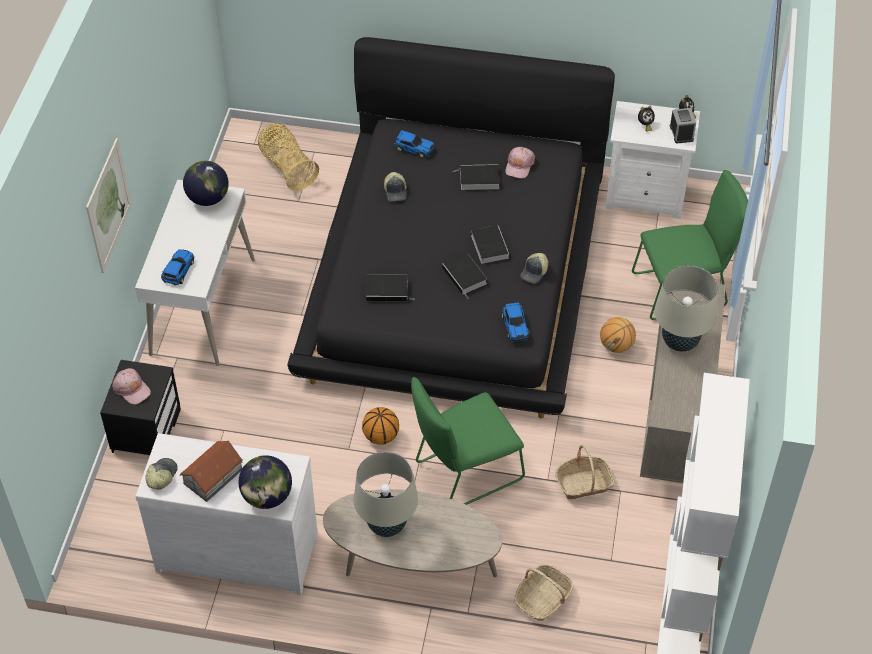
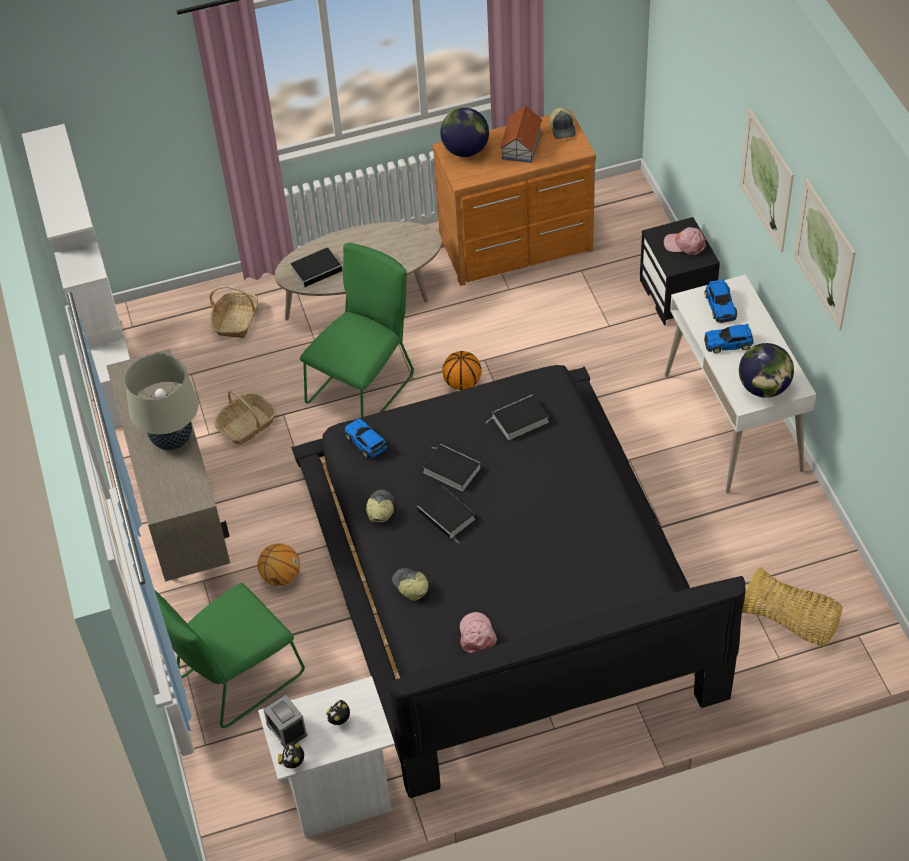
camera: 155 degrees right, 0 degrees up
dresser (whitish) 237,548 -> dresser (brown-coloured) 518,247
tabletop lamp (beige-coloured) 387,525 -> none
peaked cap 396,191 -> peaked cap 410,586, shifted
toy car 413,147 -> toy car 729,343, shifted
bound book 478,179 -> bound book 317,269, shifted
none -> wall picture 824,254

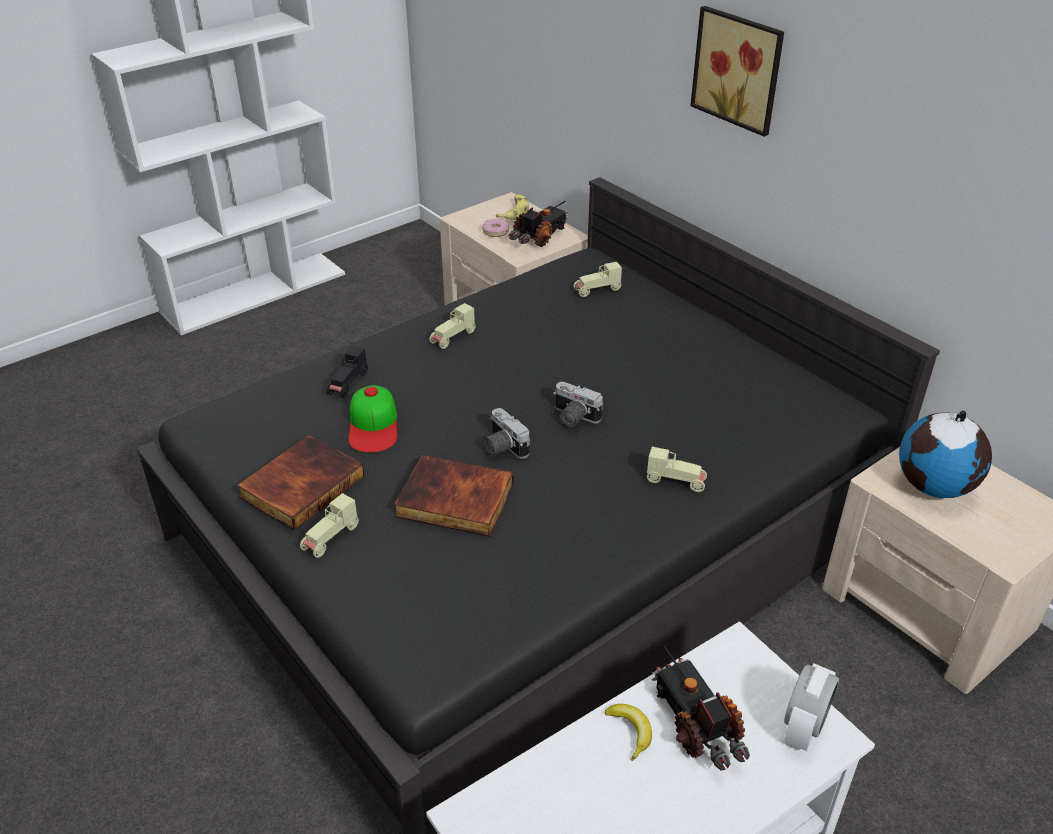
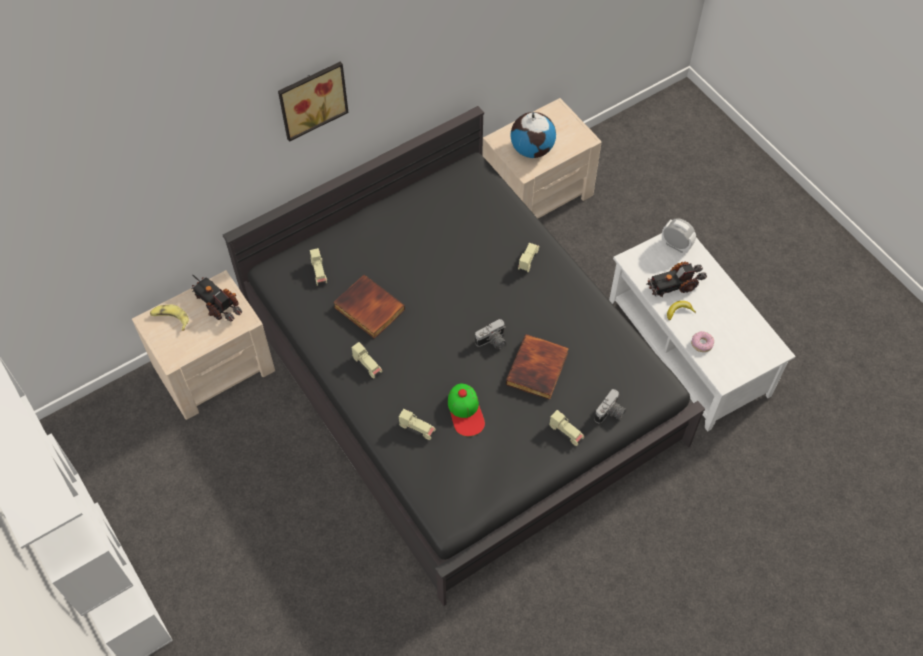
camera: 85 degrees left, 20 degrees up
bound book 301,485 -> bound book 368,309, shifted
toy car (black-coloured) 349,384 -> toy car (beige-coloured) 417,428
peaked cap 373,425 -> peaked cap 465,411, 75 degrees clockwise
doughnut 495,232 -> doughnut 702,344, shifted
photo camera 573,418 -> photo camera 610,414, shifted

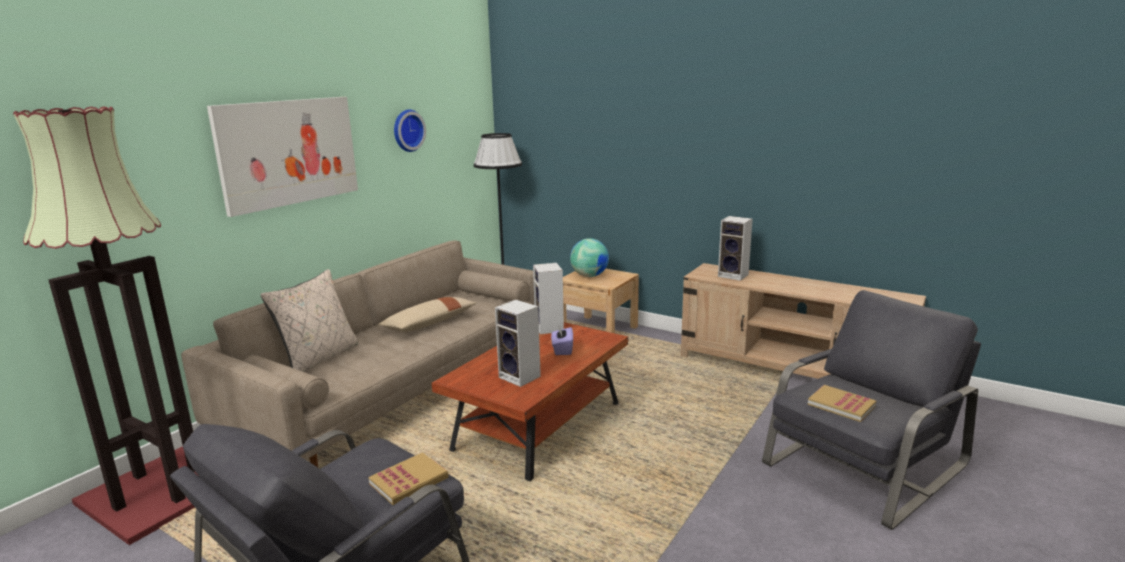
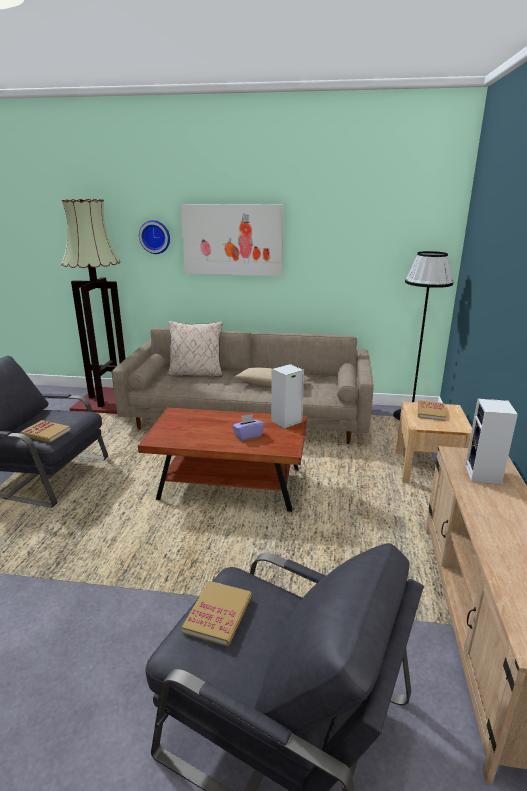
camera: 65 degrees right, 5 degrees up
clock on the wall 407,130 -> clock on the wall 155,237, shifted
loudspeaker 521,377 -> none
world globe 589,276 -> bound book 431,412

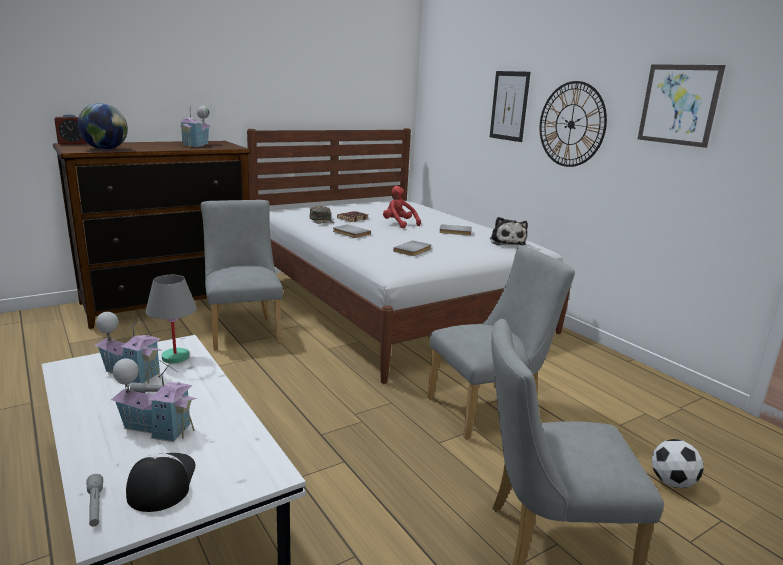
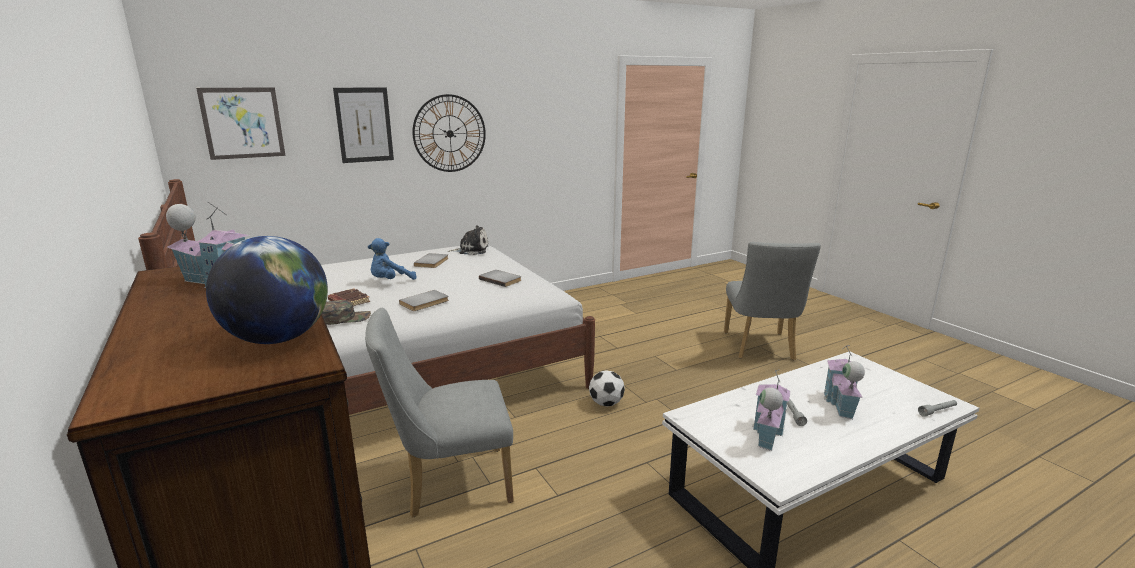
camera: 85 degrees left, 0 degrees up
table clock 72,143 -> none
peaked cap 161,482 -> none
tabletop lamp (gray) 175,357 -> none
soft toy (red-coloured) 399,224 -> soft toy (blue) 390,281
chair (gray) 489,409 -> none
wall picture 678,104 -> wall picture 242,123, shifted
football 672,482 -> football 606,403, shifted

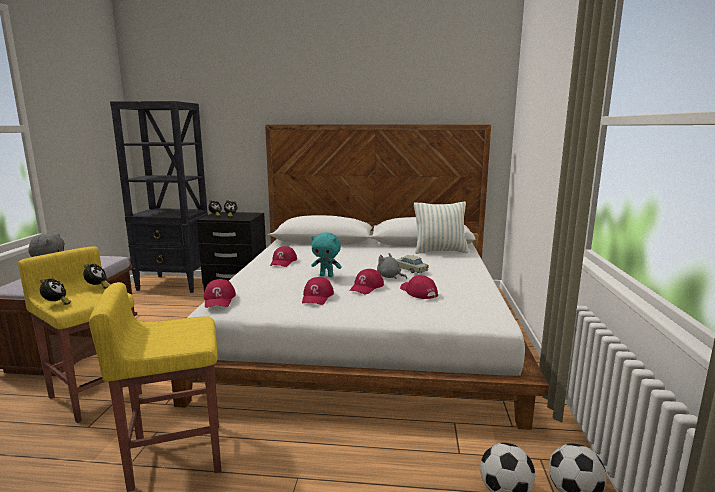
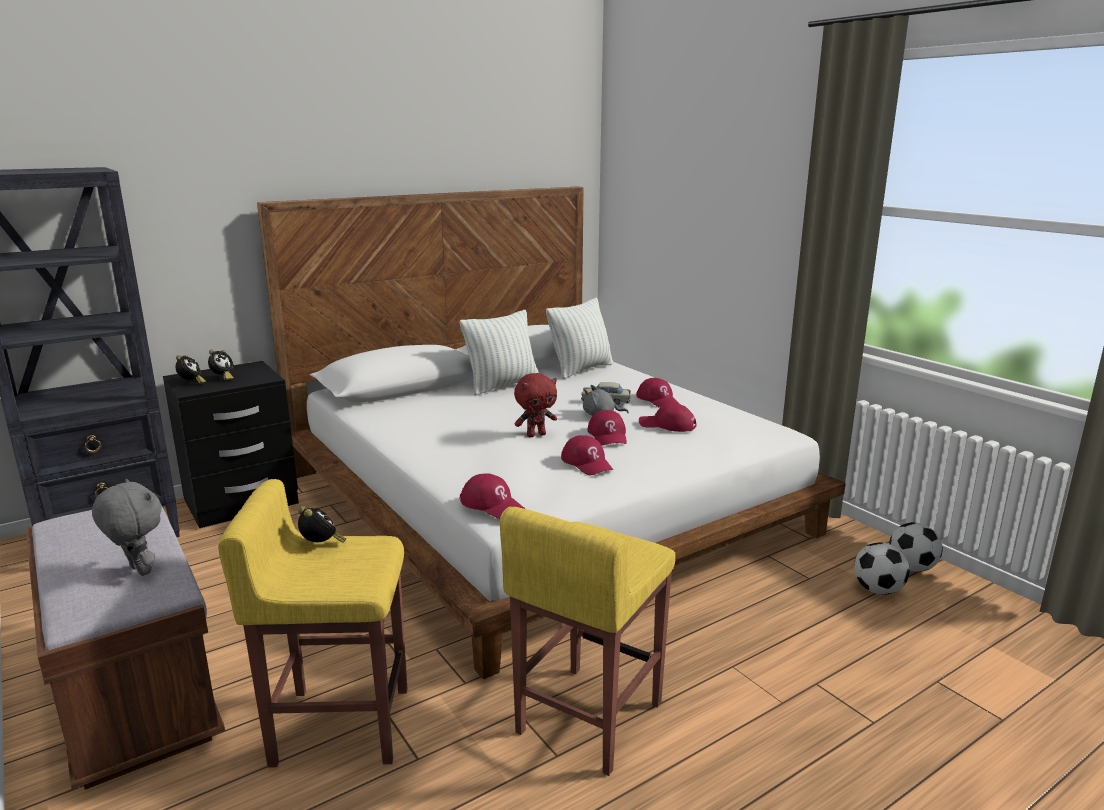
camera: 40 degrees left, 5 degrees up
table clock 56,304 -> none
peaked cap (red-coloured) 283,262 -> peaked cap (red-coloured) 658,400, shifted
soft toy (blue-green) 327,276 -> soft toy (red-coloured) 536,435
none -> throw pillow 502,386

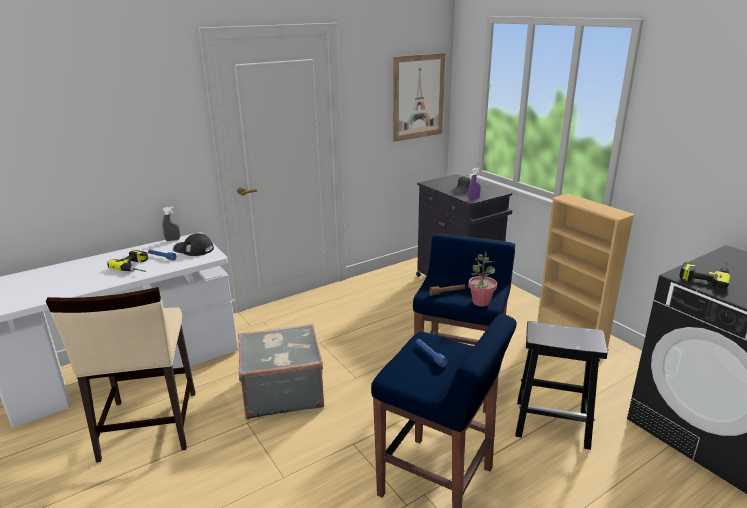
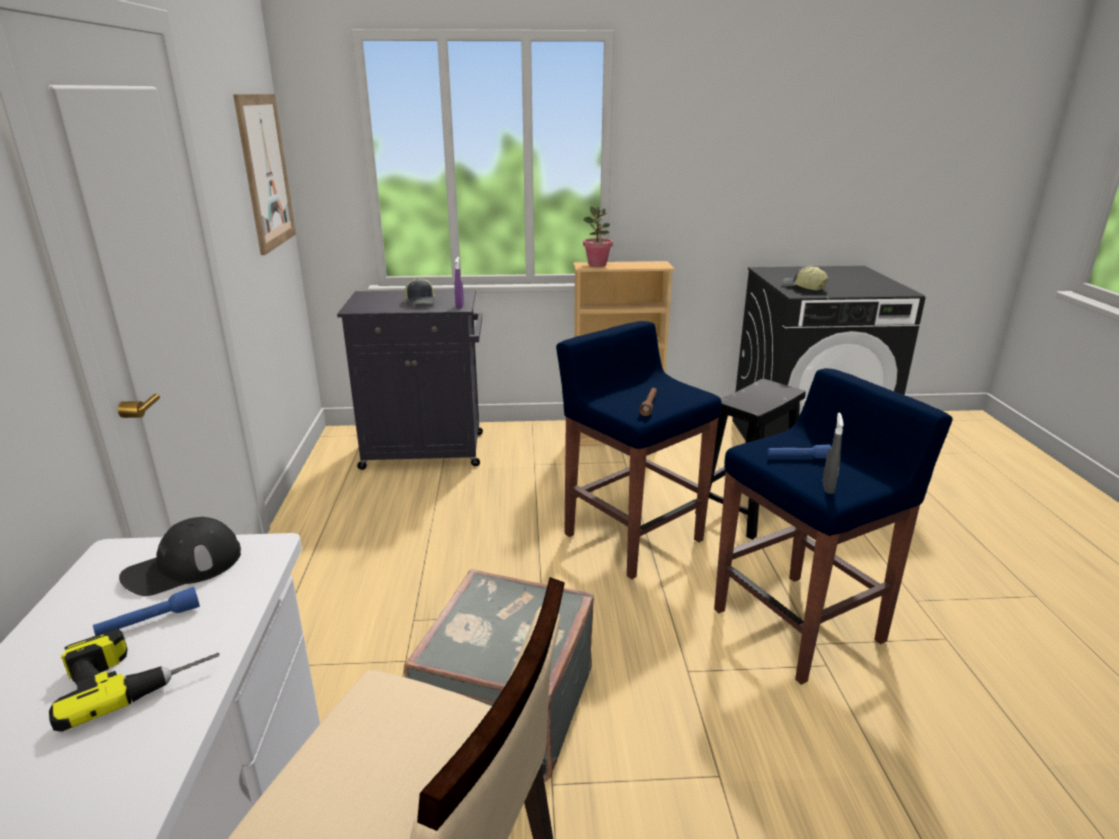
camera: 60 degrees left, 0 degrees up
spray bottle (gray) 173,240 -> spray bottle (gray) 828,487, shifted
potted plant 481,302 -> potted plant 597,265, shifted
drill 705,275 -> peaked cap 803,287

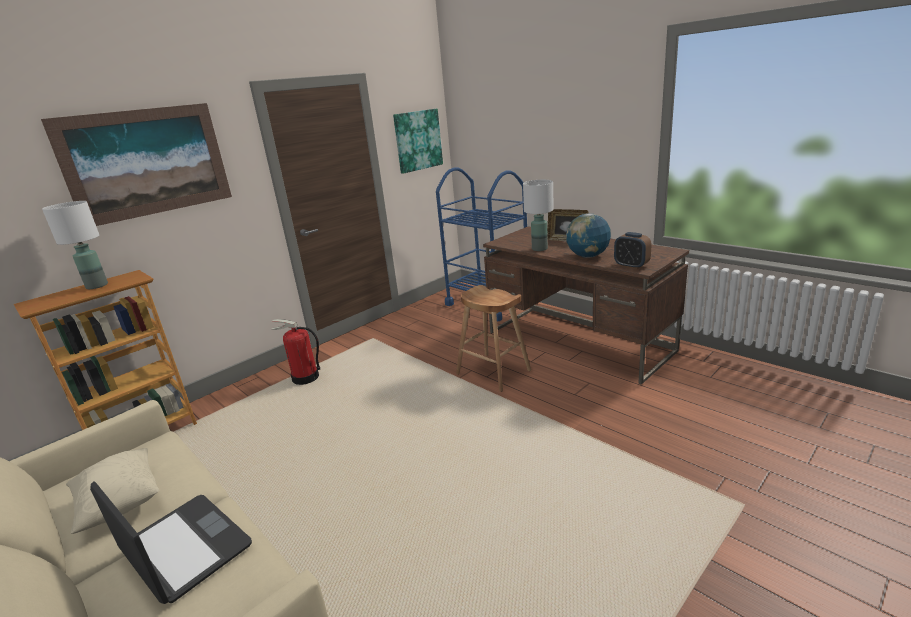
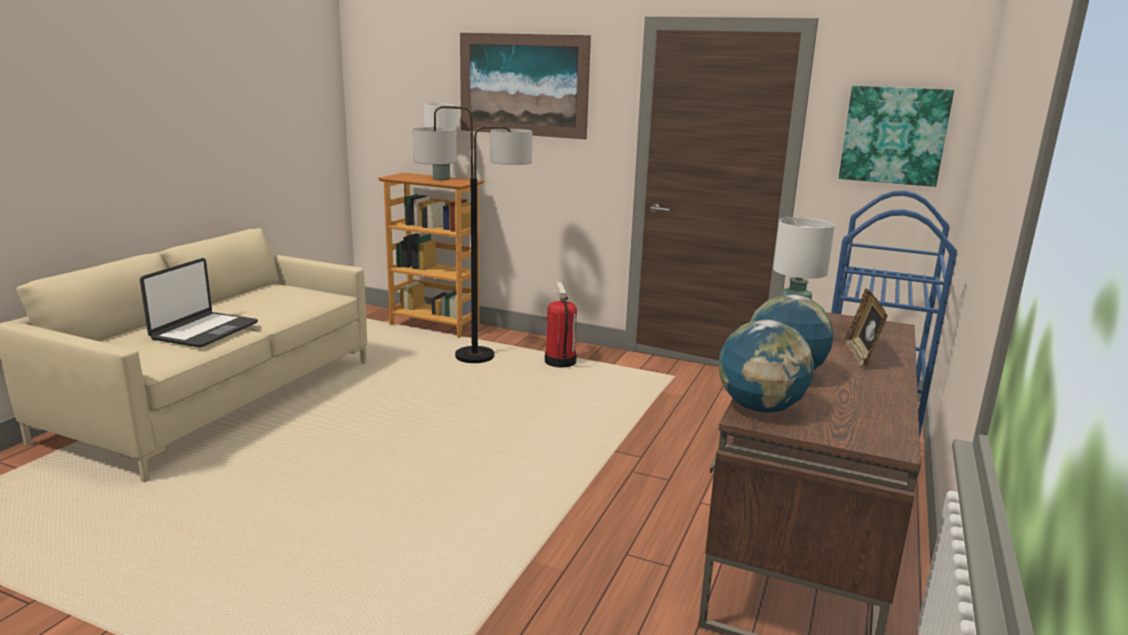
camera: 65 degrees right, 5 degrees down
throw pillow (beige-coloured) 120,503 -> none
stool seat (brown-coloured) 493,372 -> none
table clock 631,266 -> world globe 760,408
none -> floor lamp 475,357

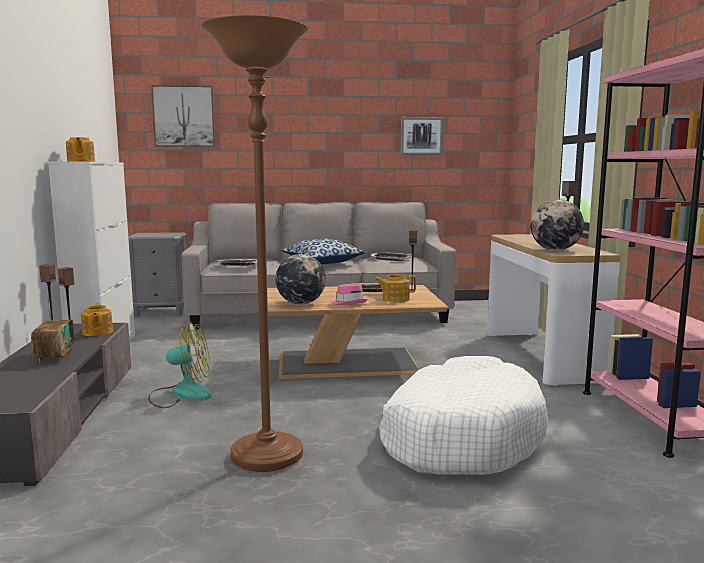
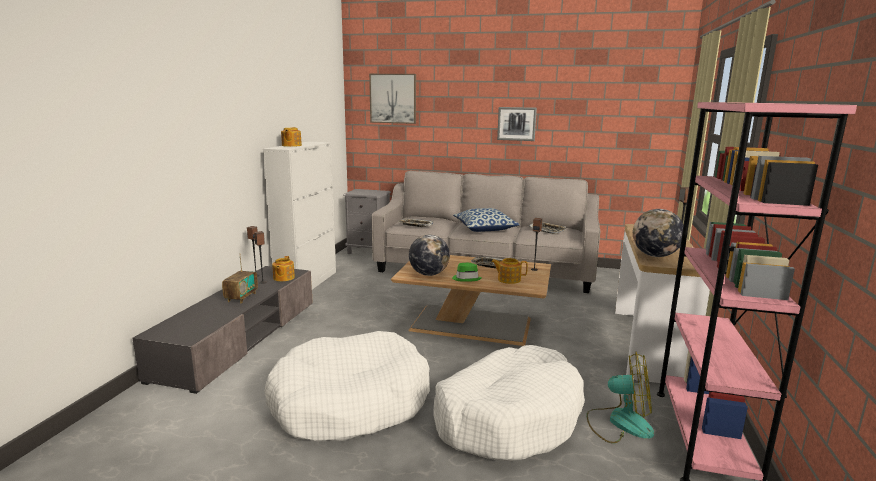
camera: 20 degrees right, 5 degrees up
electric fan 181,394 -> electric fan 619,423, shifted
floor lamp (brown-coloured) 267,456 -> dog cushion (whitish) 350,402
hat (pink) 348,303 -> hat (green) 466,279
wall picture 421,136 -> wall picture 516,123, shifted

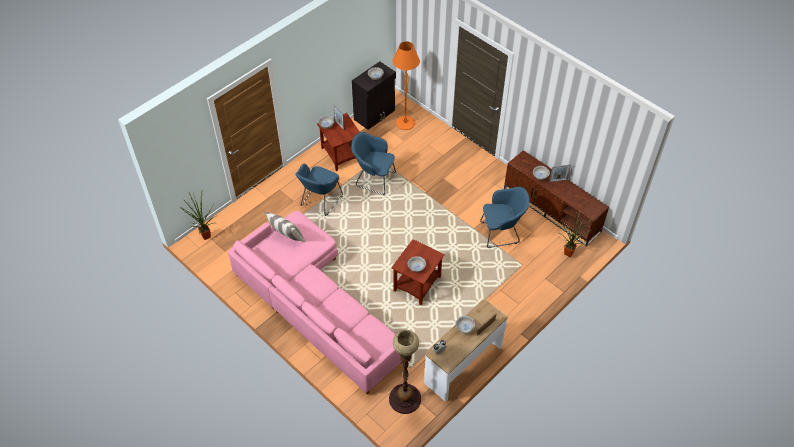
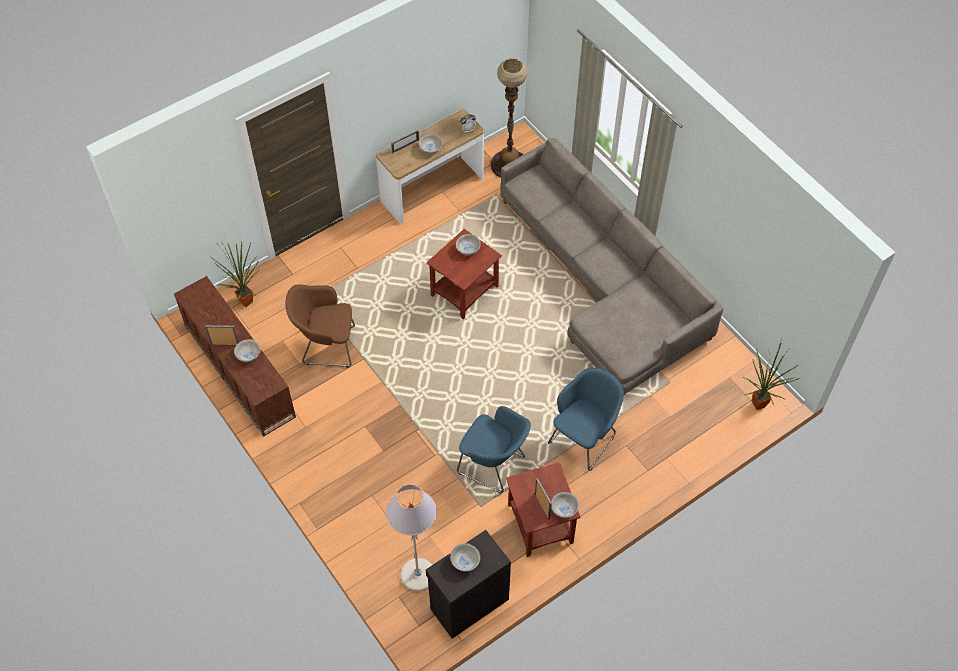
camera: 170 degrees left, 5 degrees up
settee (pink) 315,304 -> settee (gray) 604,284
throw pillow 287,237 -> none
floor lamp (orangey) 405,123 -> floor lamp (gray) 417,575
armchair (blue) 501,233 -> armchair (brown-coloured) 326,346

